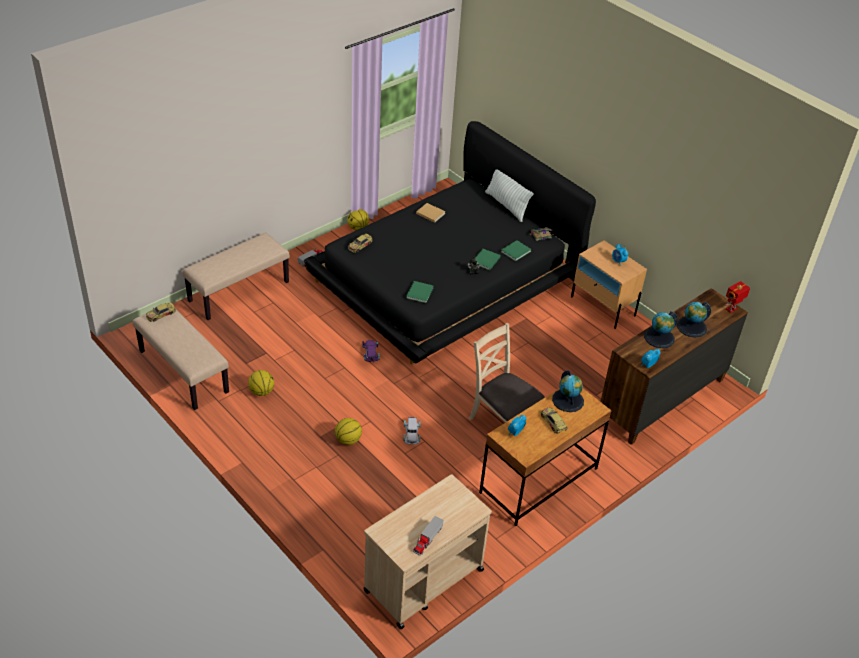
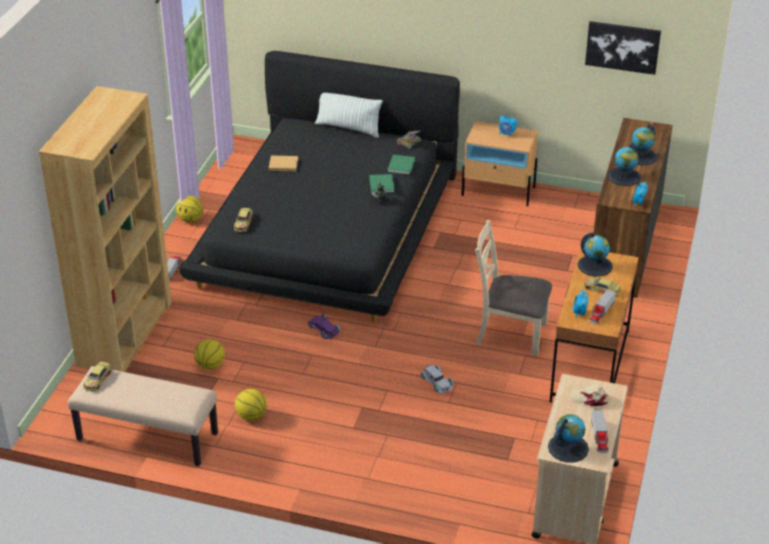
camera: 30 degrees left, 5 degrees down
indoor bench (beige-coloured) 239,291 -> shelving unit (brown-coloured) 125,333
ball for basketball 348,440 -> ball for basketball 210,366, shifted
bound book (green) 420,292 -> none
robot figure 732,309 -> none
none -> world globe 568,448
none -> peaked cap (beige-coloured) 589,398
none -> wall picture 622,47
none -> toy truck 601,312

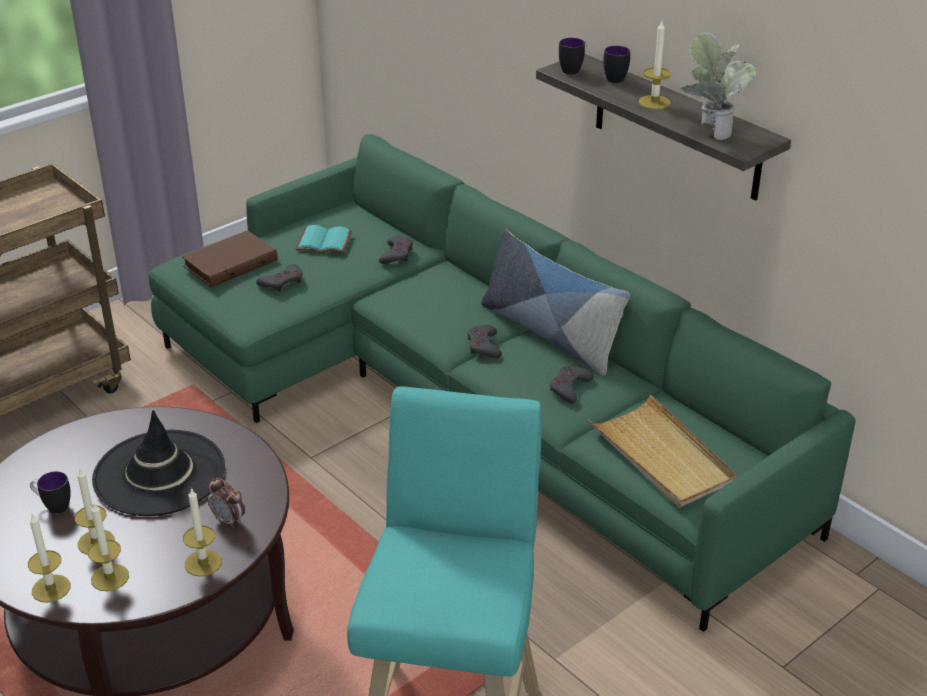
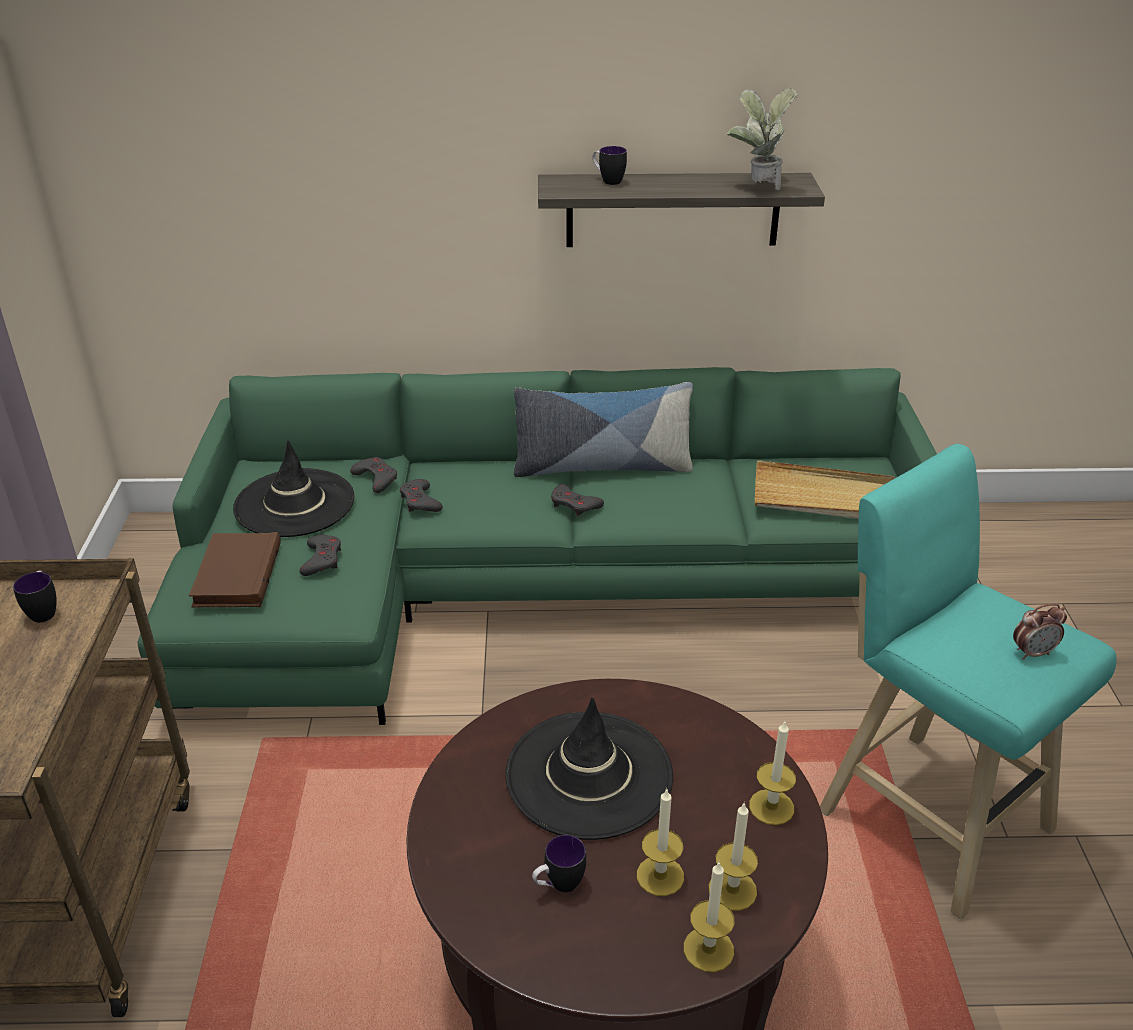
camera: 50 degrees left, 0 degrees up
table clock 228,520 -> table clock 1032,653, shifted
bound book (blue-green) 325,241 -> hat (black-coloured) 294,503
gamepad (gray) 569,387 -> gamepad (gray) 420,501, shifted
mug 573,69 -> mug 44,611, shifted
candle 654,102 -> none

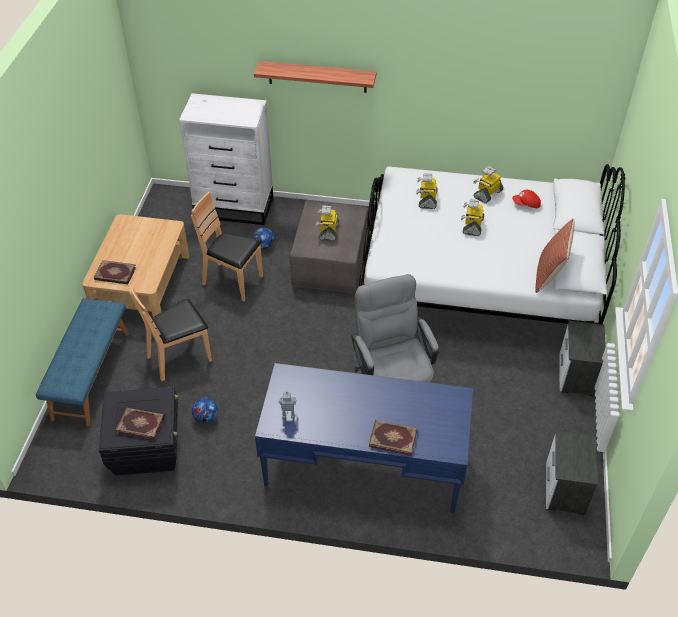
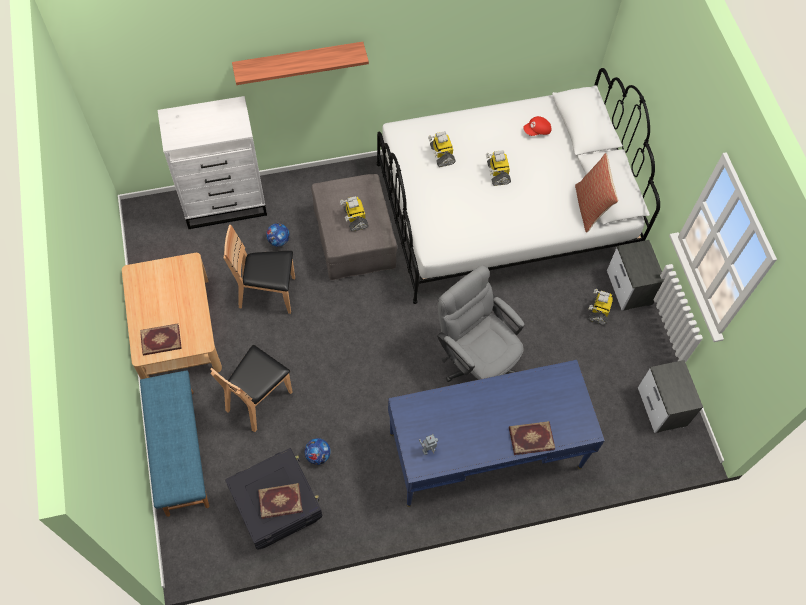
camera: 25 degrees left, 15 degrees up
robot figure 487,194 -> robot figure 599,311, shifted

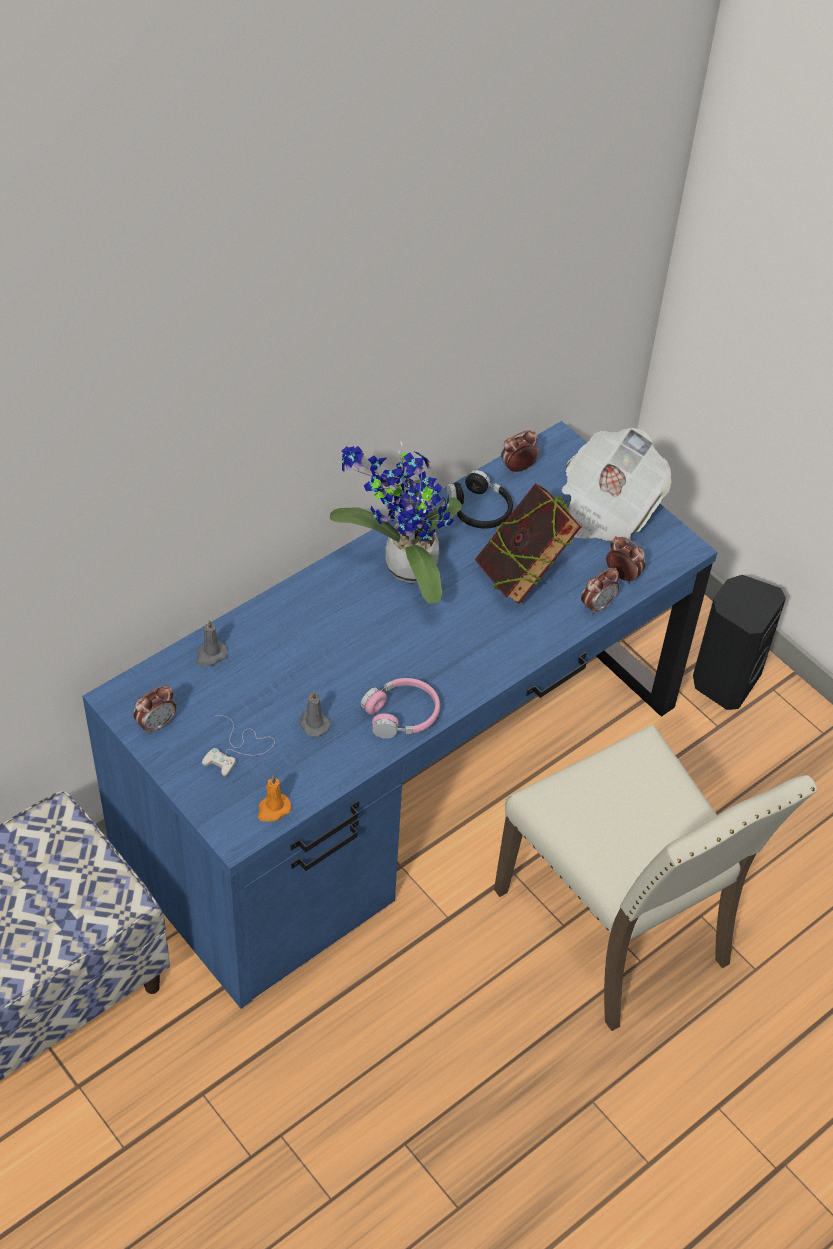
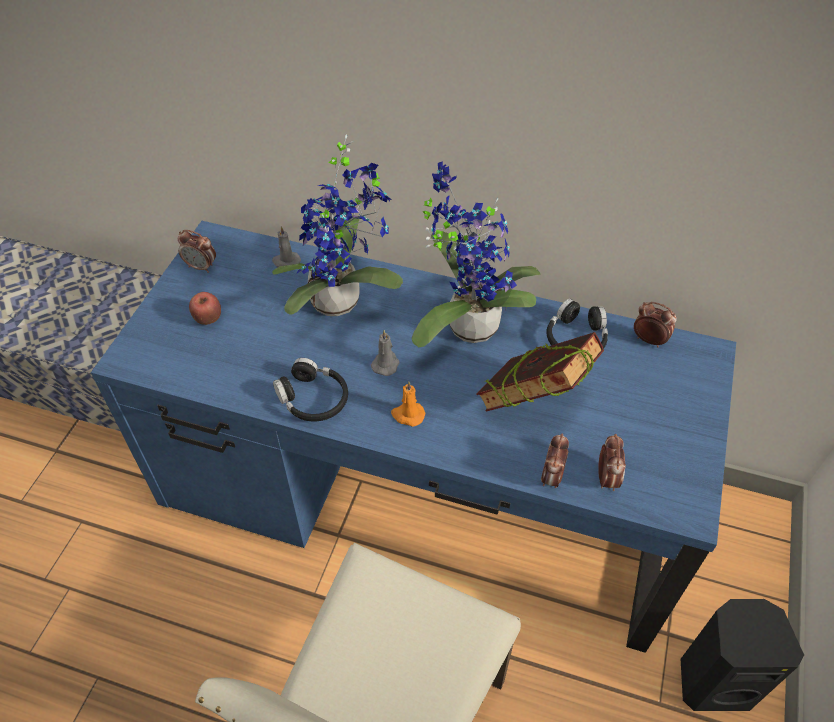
camera: 60 degrees right, 0 degrees up
gamepad (whitish) 238,748 -> apple fruit 208,319
candle (orangey) 273,809 -> candle (orangey) 407,415, shifted
candle (gray) 313,724 -> candle (gray) 386,364, shifted
headphones (pink) 401,714 -> headphones (black-coloured) 313,399
printed paper 607,508 -> none
table clock 597,606 -> table clock 551,477, 90 degrees clockwise
none -> potted plant 342,301

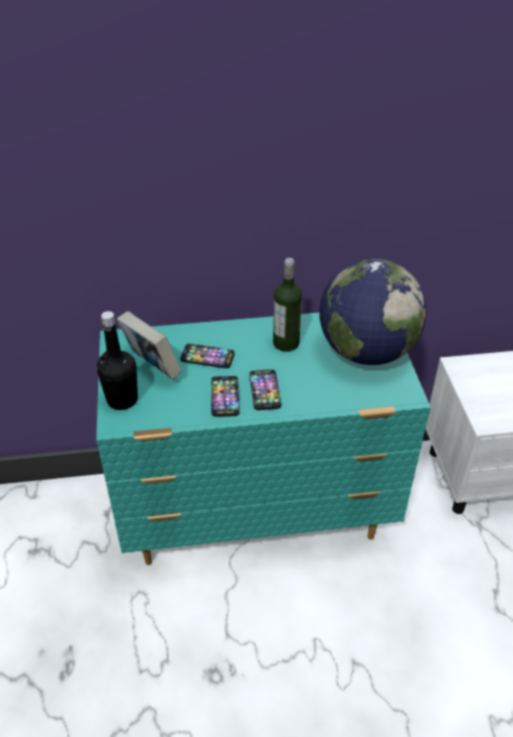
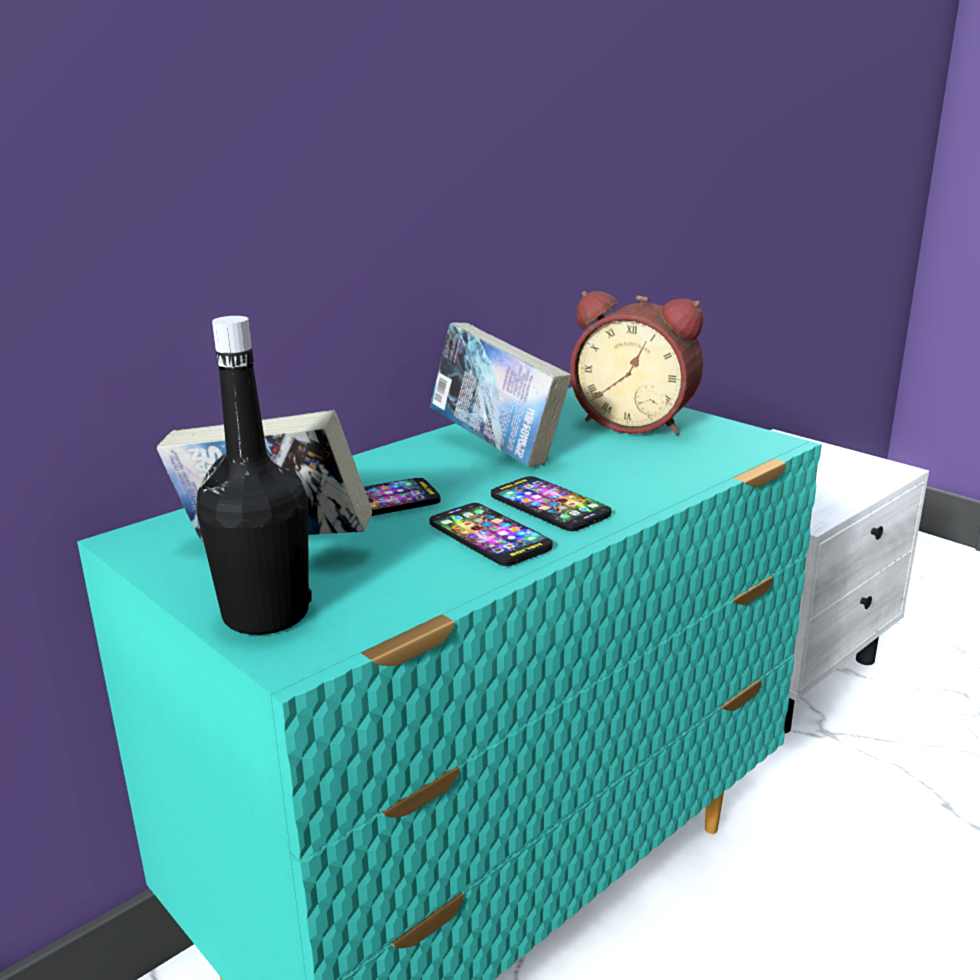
camera: 35 degrees left, 20 degrees down
beverage bottle 286,343 -> bound book 497,449
world globe 366,351 -> table clock 636,423

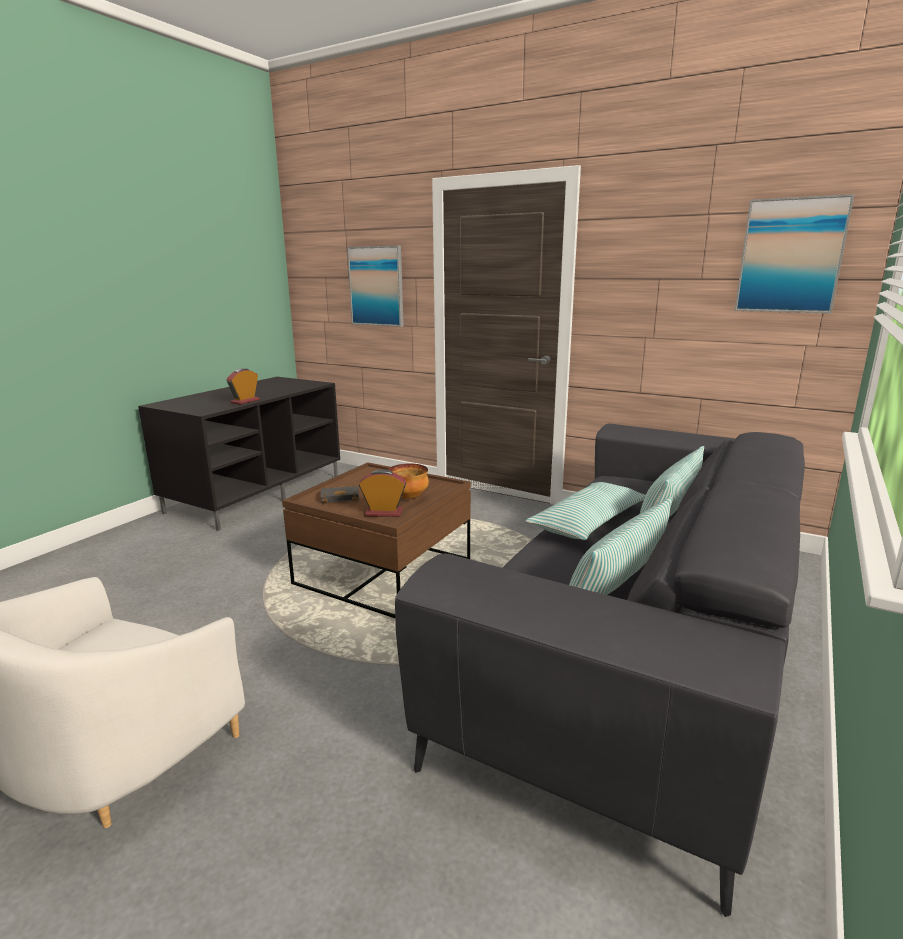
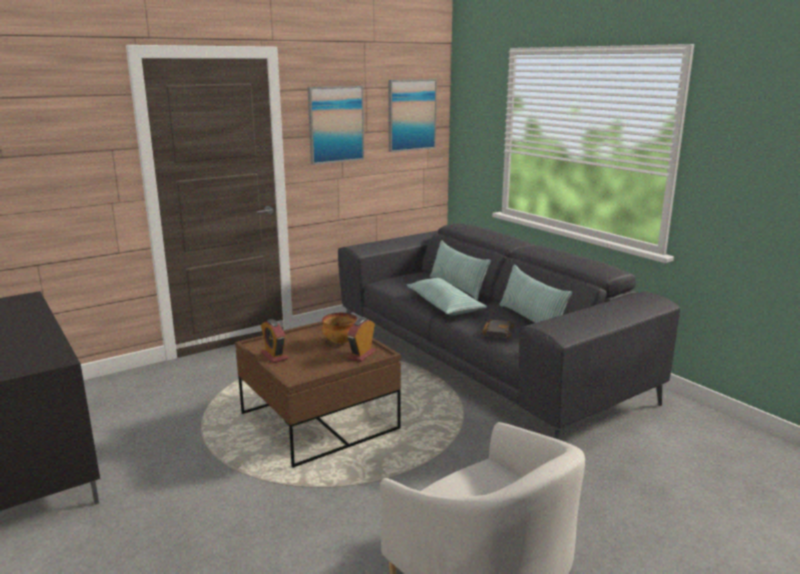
camera: 65 degrees left, 0 degrees up
table clock 245,401 -> table clock 274,356, shifted
bound book (black-coloured) 341,497 -> bound book (black-coloured) 497,331, shifted
wall picture 376,286 -> wall picture 335,124, shifted

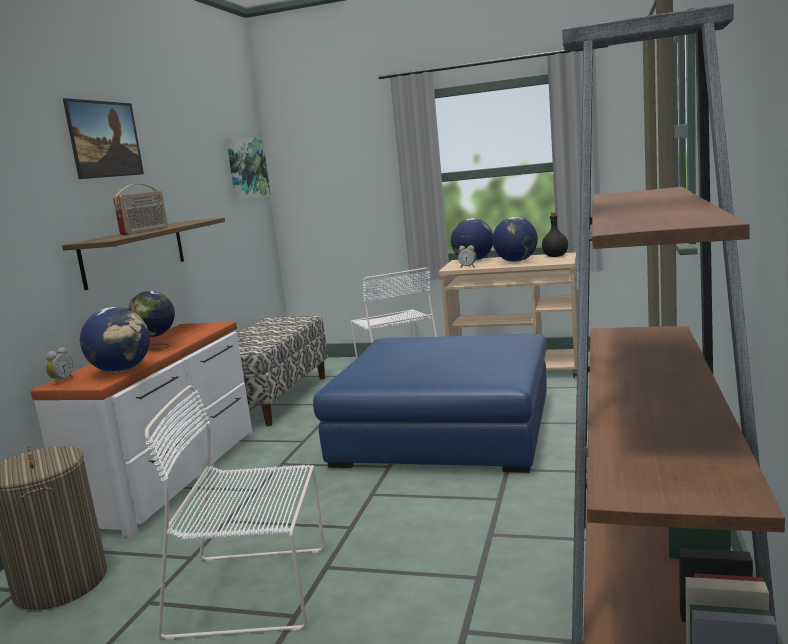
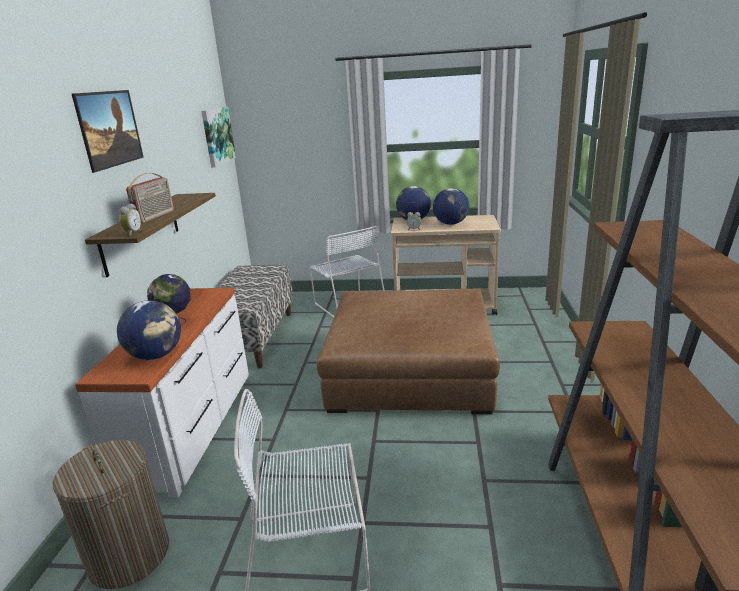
camera: 10 degrees left, 10 degrees up
table clock 61,381 -> table clock 132,233, shifted
ottoman (blue) 445,430 -> ottoman (brown-coloured) 410,370
beverage bottle (black-coloured) 555,256 -> none

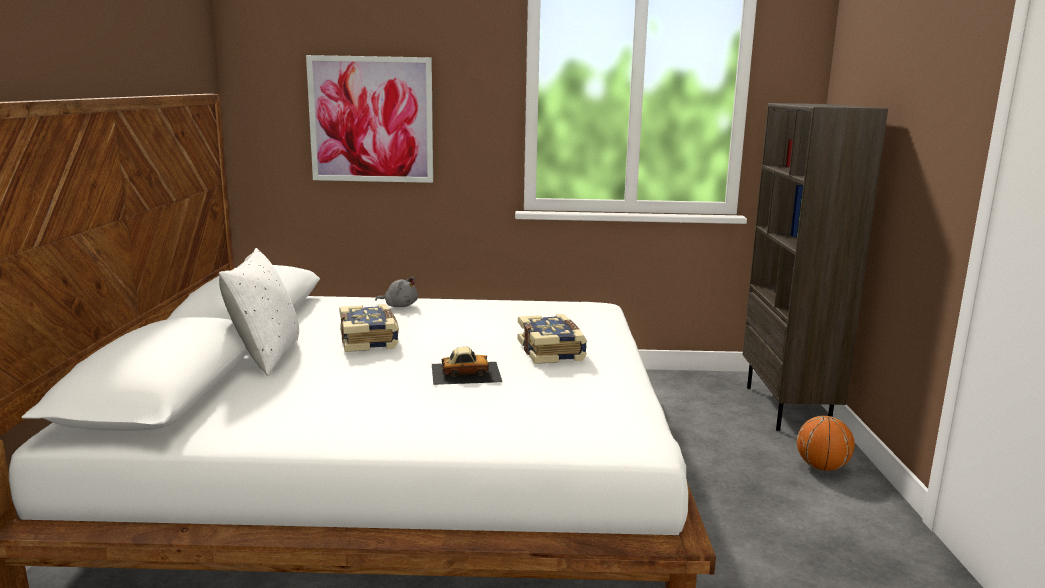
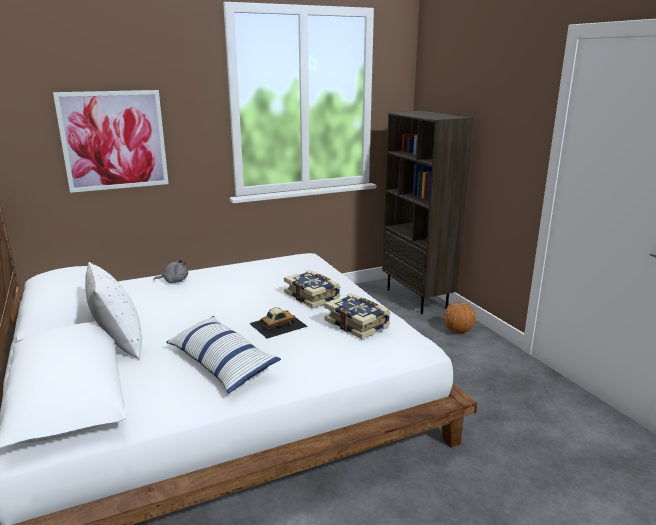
camera: 25 degrees left, 5 degrees up
bound book 370,340 -> bound book 357,324, shifted
none -> throw pillow 221,363

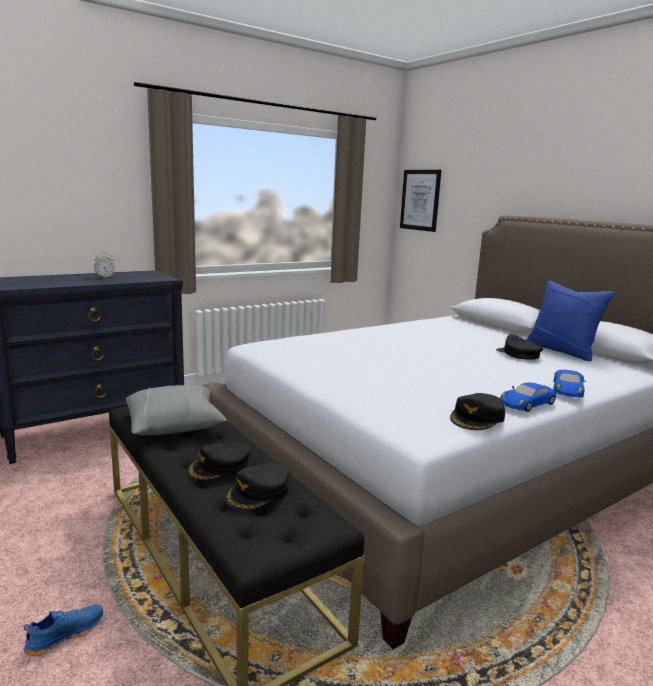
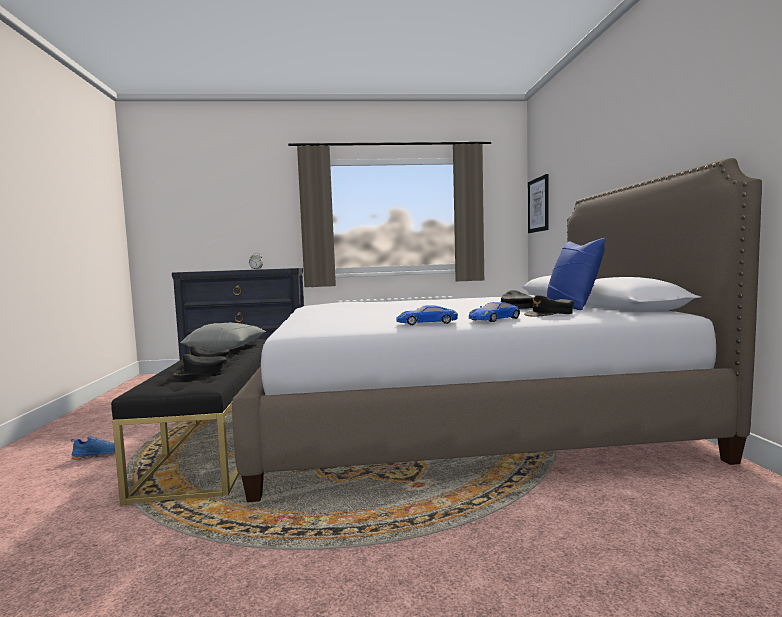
camera: 30 degrees right, 10 degrees down
peaked cap (black-coloured) 477,418 -> peaked cap (black-coloured) 549,314, shifted

